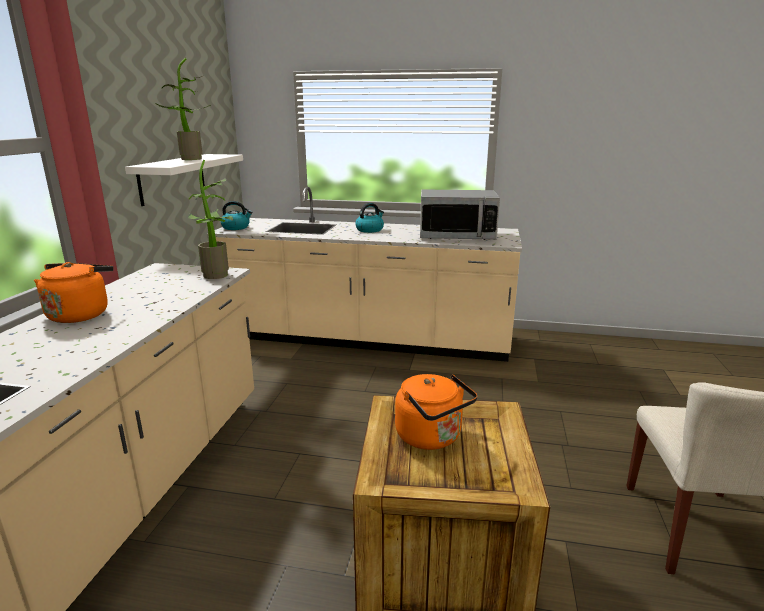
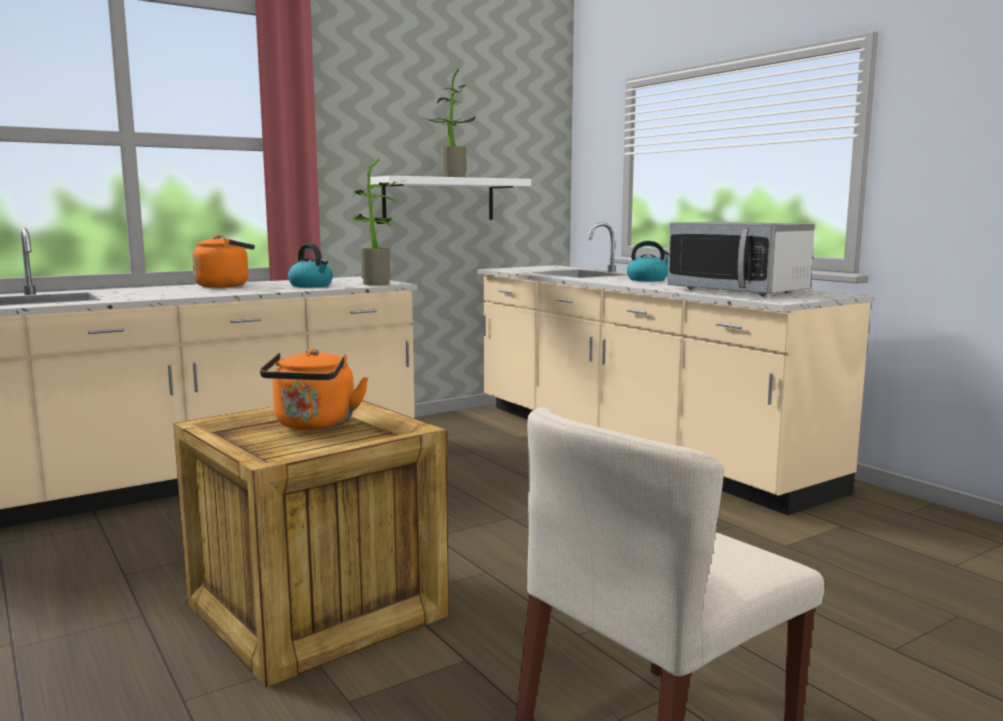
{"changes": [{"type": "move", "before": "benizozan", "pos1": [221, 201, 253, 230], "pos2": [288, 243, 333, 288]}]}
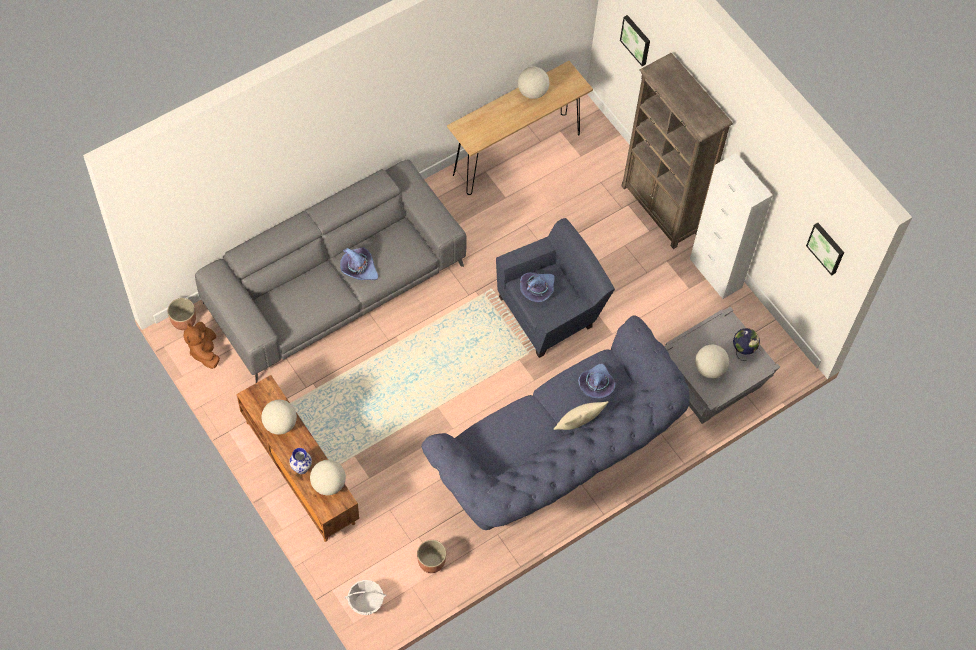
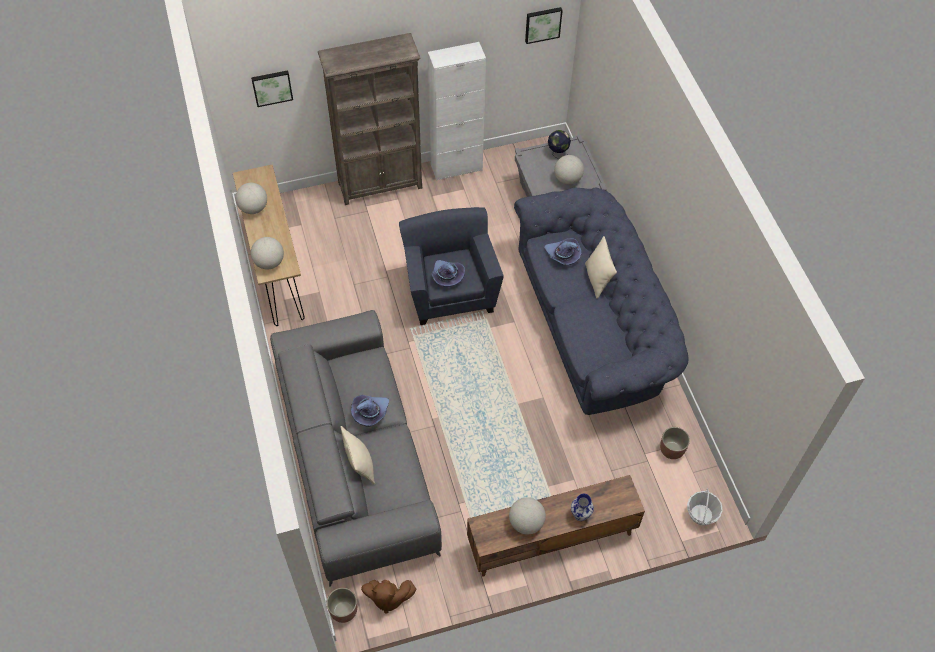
{"changes": [{"type": "move", "before": "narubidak", "pos1": [310, 460, 346, 495], "pos2": [251, 237, 284, 269]}, {"type": "insert", "after": "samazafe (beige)", "pos2": [341, 426, 375, 485]}]}
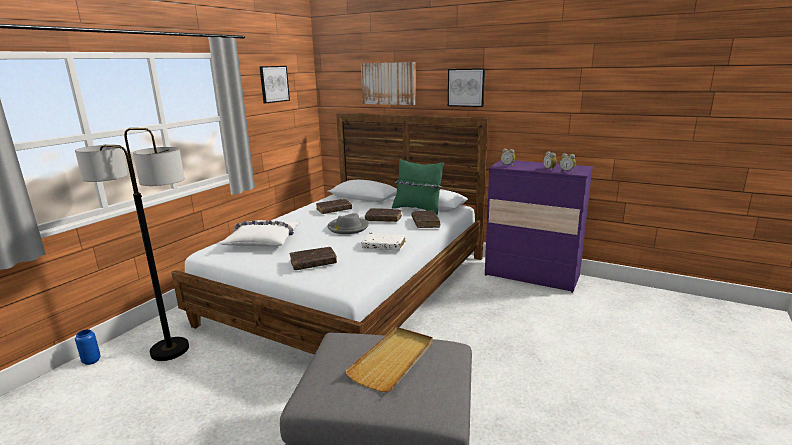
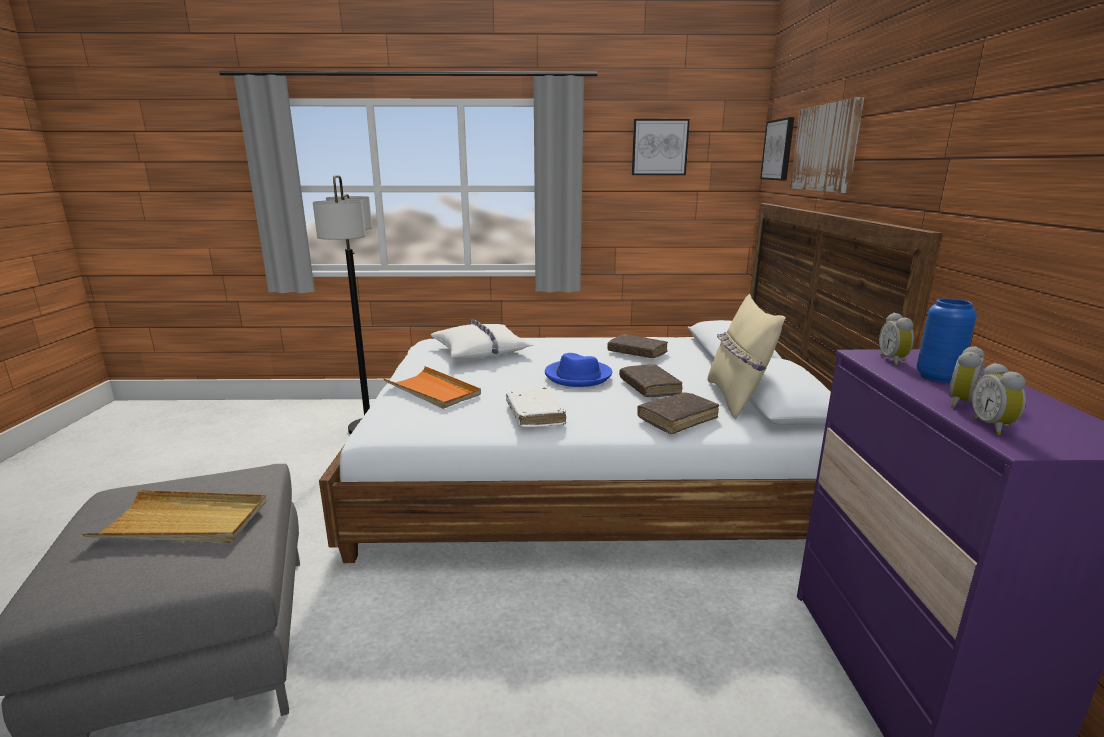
{"changes": [{"type": "move", "before": "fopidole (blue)", "pos1": [75, 329, 101, 365], "pos2": [917, 299, 977, 383]}, {"type": "replace", "before": "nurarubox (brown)", "after": "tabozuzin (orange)", "pos1": [289, 247, 337, 270], "pos2": [383, 366, 481, 409]}, {"type": "recolor", "before": "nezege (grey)", "after": "nezege (blue)", "pos1": [327, 213, 369, 234], "pos2": [545, 353, 612, 387]}, {"type": "recolor", "before": "samazafe (green)", "after": "samazafe (beige)", "pos1": [392, 159, 444, 215], "pos2": [708, 294, 786, 419]}, {"type": "move", "before": "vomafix", "pos1": [448, 68, 485, 107], "pos2": [760, 117, 794, 180]}]}
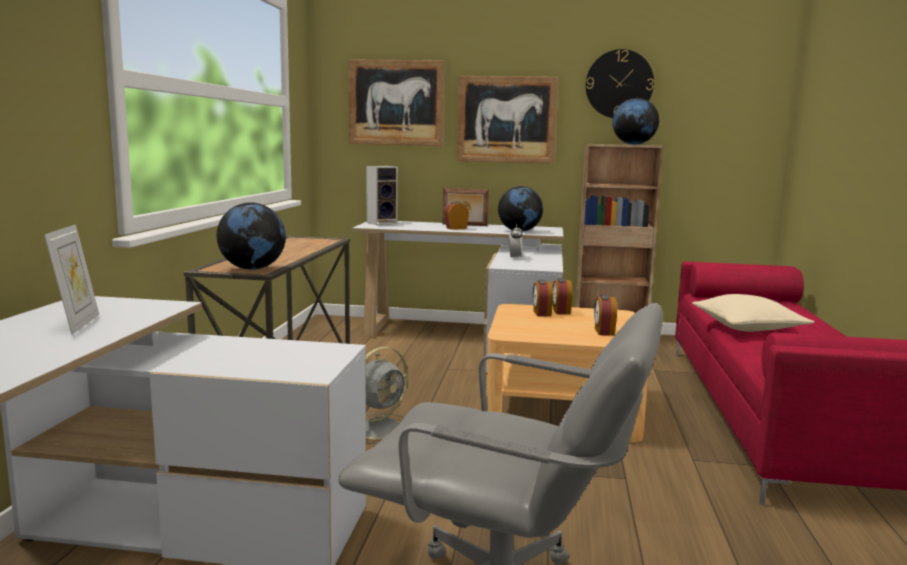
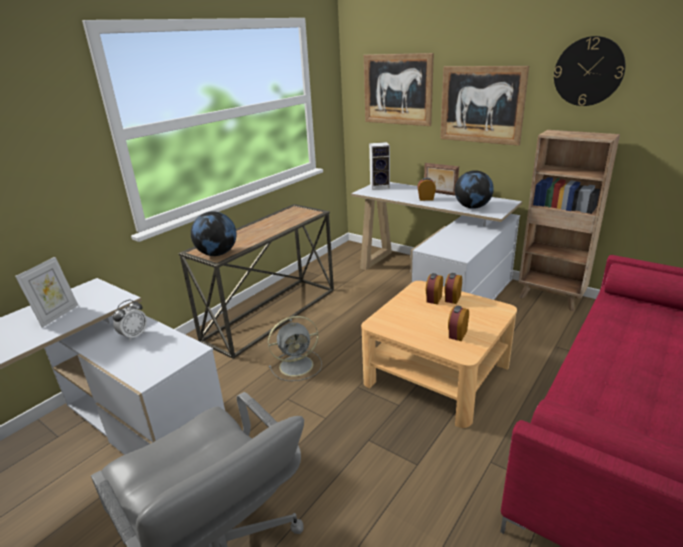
{"changes": [{"type": "move", "before": "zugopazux", "pos1": [509, 223, 523, 260], "pos2": [113, 300, 147, 341]}, {"type": "delete", "before": "narubidak", "pos1": [613, 98, 659, 145]}, {"type": "delete", "before": "samazafe (beige)", "pos1": [692, 294, 814, 331]}]}
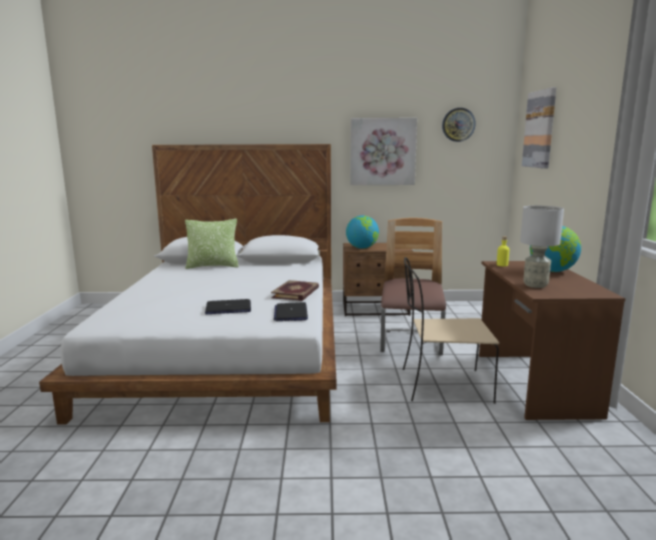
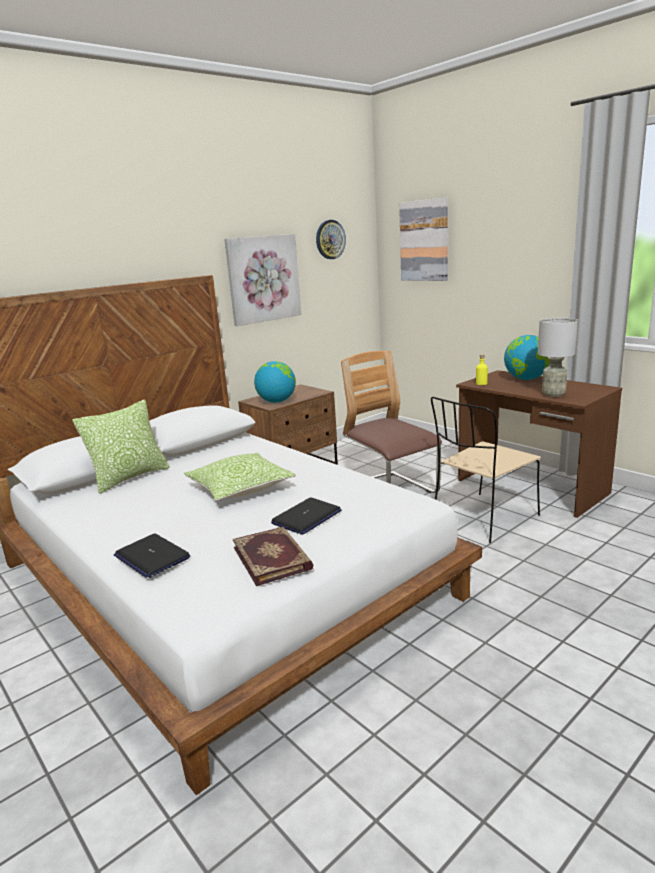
{"changes": [{"type": "move", "before": "nurarubox", "pos1": [271, 280, 319, 301], "pos2": [233, 527, 313, 586]}, {"type": "move", "before": "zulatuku", "pos1": [274, 302, 308, 321], "pos2": [114, 534, 190, 578]}, {"type": "insert", "after": "samazafe", "pos2": [184, 453, 296, 501]}]}
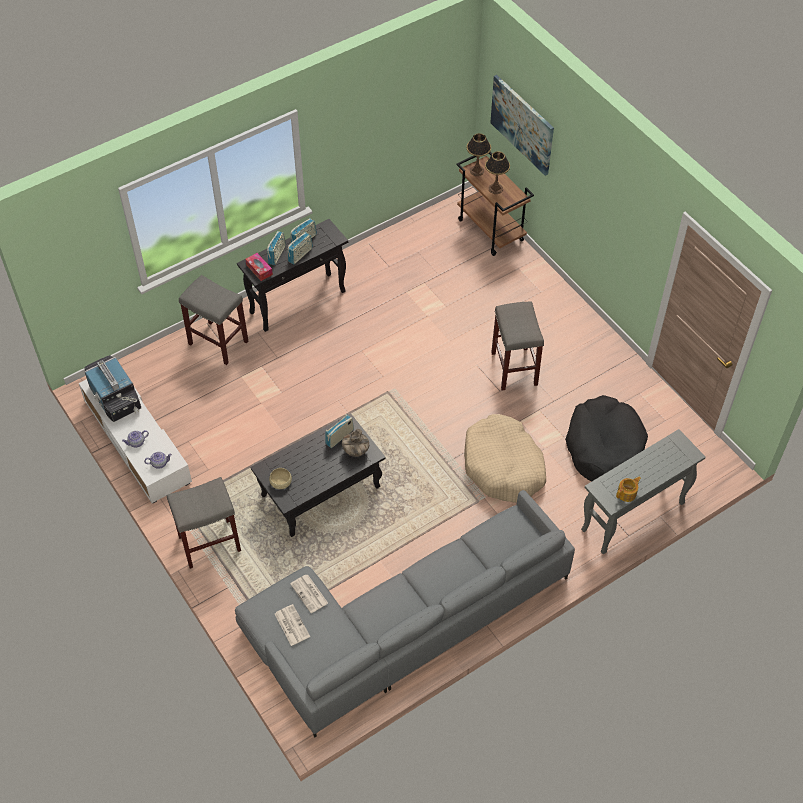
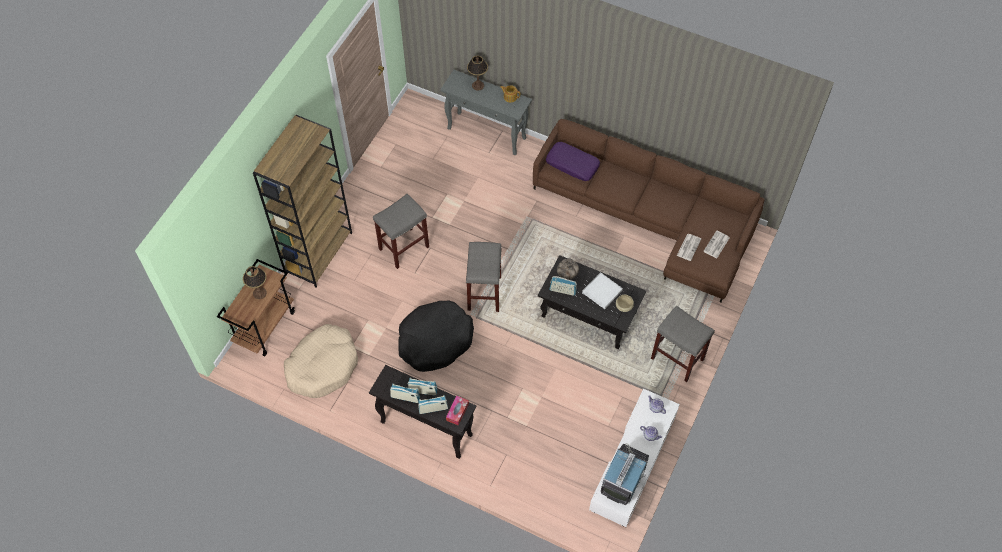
{"changes": [{"type": "move", "before": "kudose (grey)", "pos1": [179, 275, 248, 365], "pos2": [466, 242, 502, 312]}, {"type": "recolor", "before": "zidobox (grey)", "after": "zidobox (brown)", "pos1": [235, 490, 575, 738], "pos2": [533, 119, 765, 302]}, {"type": "move", "before": "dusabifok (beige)", "pos1": [464, 414, 546, 502], "pos2": [284, 324, 358, 398]}, {"type": "move", "before": "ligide", "pos1": [466, 133, 491, 176], "pos2": [467, 56, 488, 91]}, {"type": "delete", "before": "vomafix", "pos1": [490, 75, 554, 176]}, {"type": "move", "before": "dusabifok (black)", "pos1": [565, 395, 648, 482], "pos2": [398, 301, 474, 372]}, {"type": "insert", "after": "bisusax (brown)", "pos2": [253, 115, 352, 288]}, {"type": "insert", "after": "samazafe (purple)", "pos2": [546, 142, 600, 181]}, {"type": "insert", "after": "tabozuzin (white)", "pos2": [582, 272, 623, 309]}]}
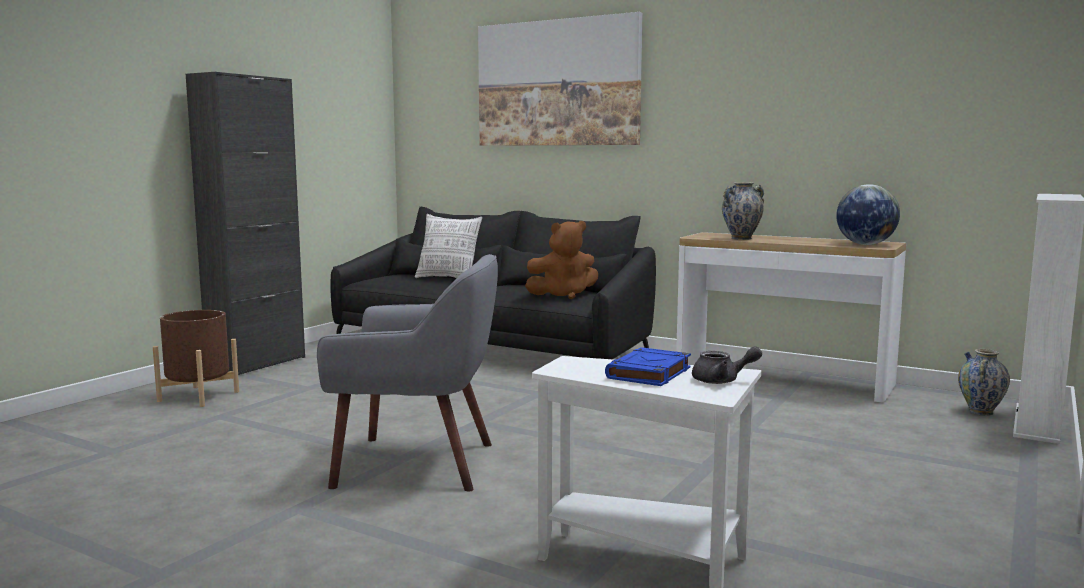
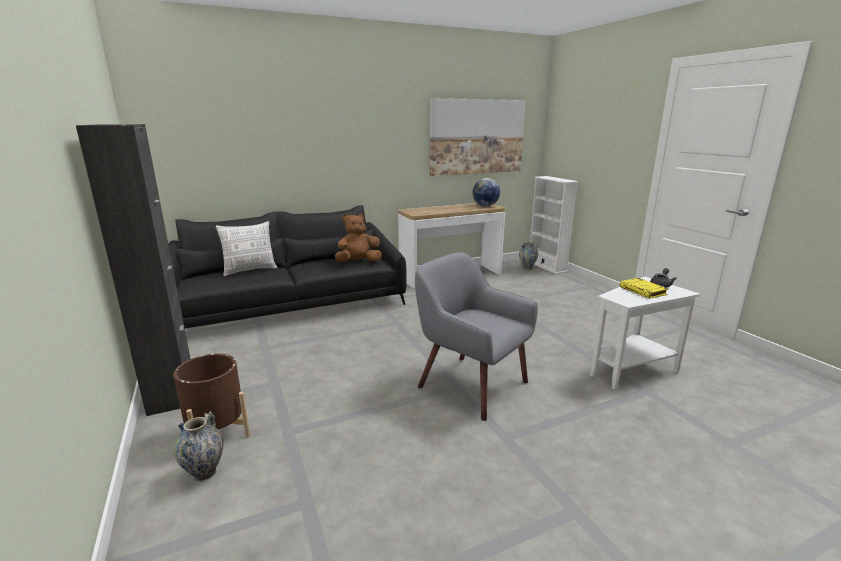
{"changes": [{"type": "rotate", "before": "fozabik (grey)", "pos1": [317, 254, 498, 491], "pos2": [415, 252, 538, 421], "turn": -90}, {"type": "move", "before": "vomafix", "pos1": [478, 12, 643, 146], "pos2": [430, 98, 526, 176]}, {"type": "rotate", "before": "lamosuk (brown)", "pos1": [525, 221, 598, 299], "pos2": [335, 214, 382, 262], "turn": -135}, {"type": "recolor", "before": "nurarubox (blue)", "after": "nurarubox (yellow)", "pos1": [605, 347, 691, 386], "pos2": [620, 278, 668, 299]}, {"type": "move", "before": "fopidole", "pos1": [722, 182, 764, 240], "pos2": [174, 411, 224, 482]}]}
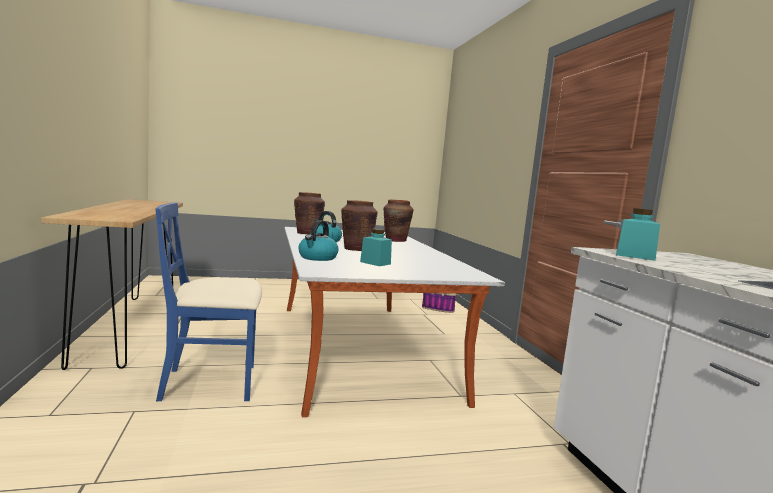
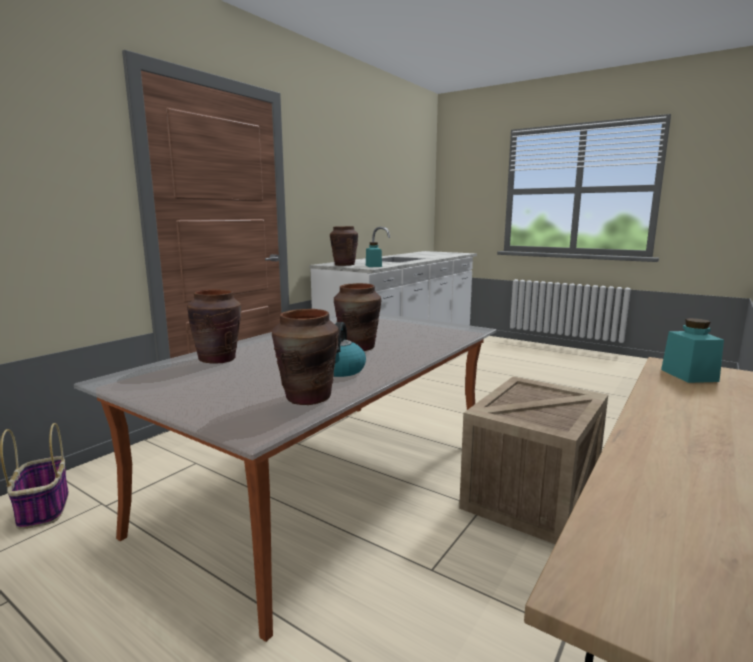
{"changes": [{"type": "replace", "before": "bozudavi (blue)", "after": "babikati", "pos1": [155, 202, 262, 401], "pos2": [459, 376, 608, 545]}, {"type": "delete", "before": "benizozan", "pos1": [298, 220, 339, 261]}, {"type": "move", "before": "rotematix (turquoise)", "pos1": [360, 229, 392, 266], "pos2": [661, 318, 724, 383]}, {"type": "insert", "after": "fopidole (brown)", "pos2": [330, 226, 358, 266]}]}
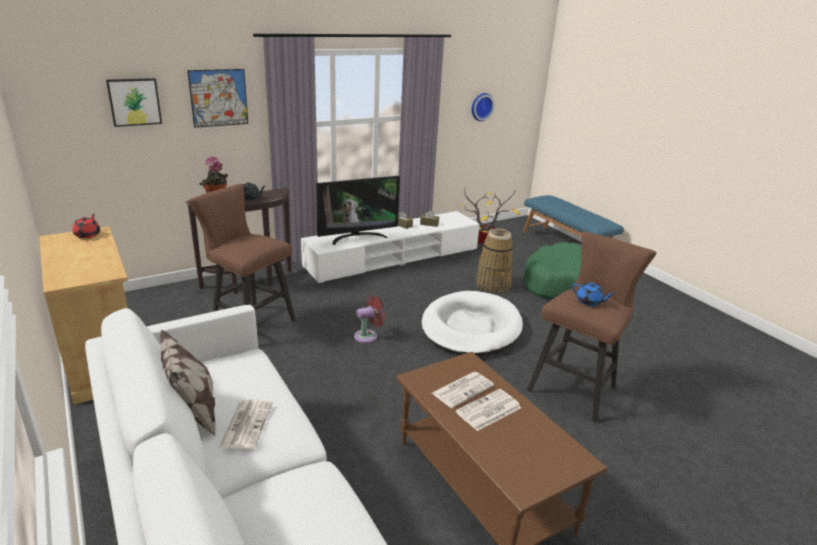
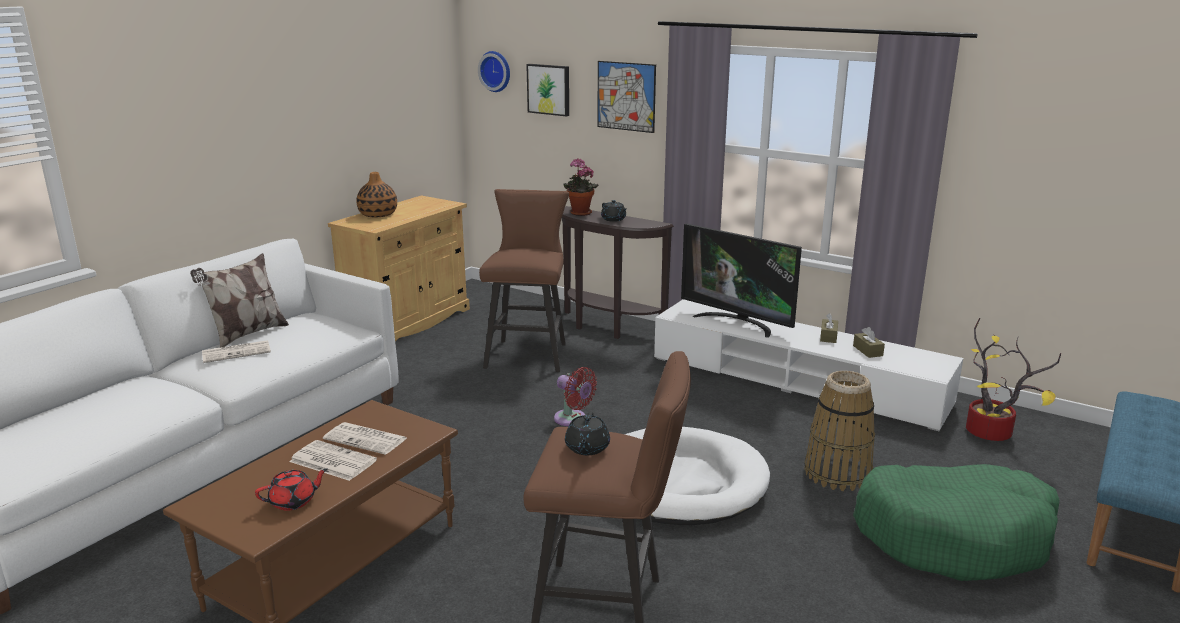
{"changes": [{"type": "move", "before": "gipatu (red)", "pos1": [73, 214, 100, 238], "pos2": [255, 469, 328, 511]}, {"type": "move", "before": "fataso", "pos1": [472, 93, 495, 121], "pos2": [478, 51, 510, 92]}, {"type": "recolor", "before": "gipatu (blue)", "after": "gipatu (black)", "pos1": [571, 282, 615, 306], "pos2": [565, 412, 610, 455]}, {"type": "insert", "after": "fopidole", "pos2": [356, 172, 397, 217]}]}
